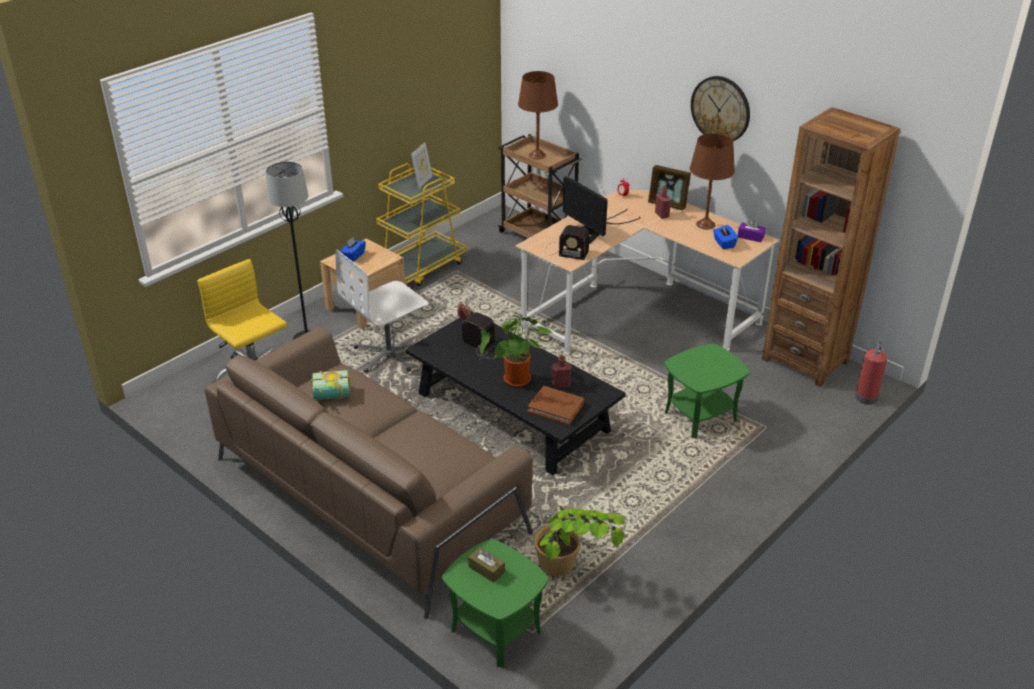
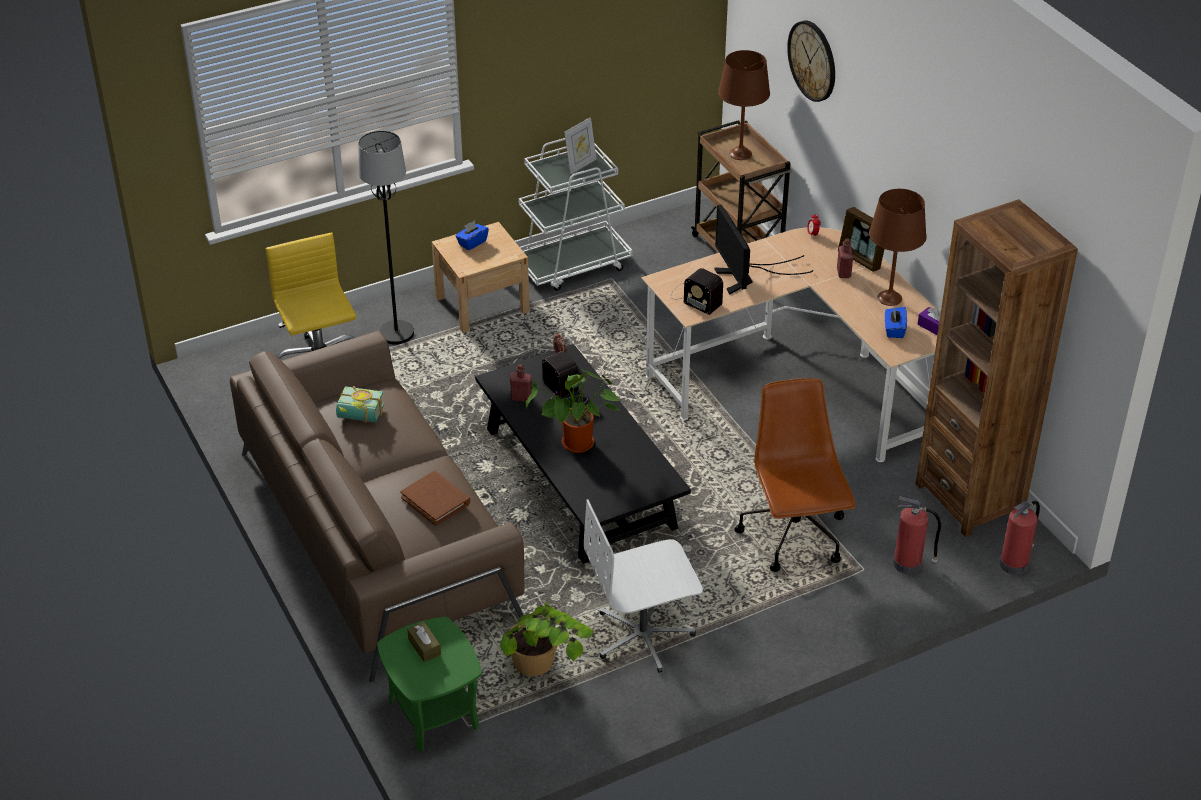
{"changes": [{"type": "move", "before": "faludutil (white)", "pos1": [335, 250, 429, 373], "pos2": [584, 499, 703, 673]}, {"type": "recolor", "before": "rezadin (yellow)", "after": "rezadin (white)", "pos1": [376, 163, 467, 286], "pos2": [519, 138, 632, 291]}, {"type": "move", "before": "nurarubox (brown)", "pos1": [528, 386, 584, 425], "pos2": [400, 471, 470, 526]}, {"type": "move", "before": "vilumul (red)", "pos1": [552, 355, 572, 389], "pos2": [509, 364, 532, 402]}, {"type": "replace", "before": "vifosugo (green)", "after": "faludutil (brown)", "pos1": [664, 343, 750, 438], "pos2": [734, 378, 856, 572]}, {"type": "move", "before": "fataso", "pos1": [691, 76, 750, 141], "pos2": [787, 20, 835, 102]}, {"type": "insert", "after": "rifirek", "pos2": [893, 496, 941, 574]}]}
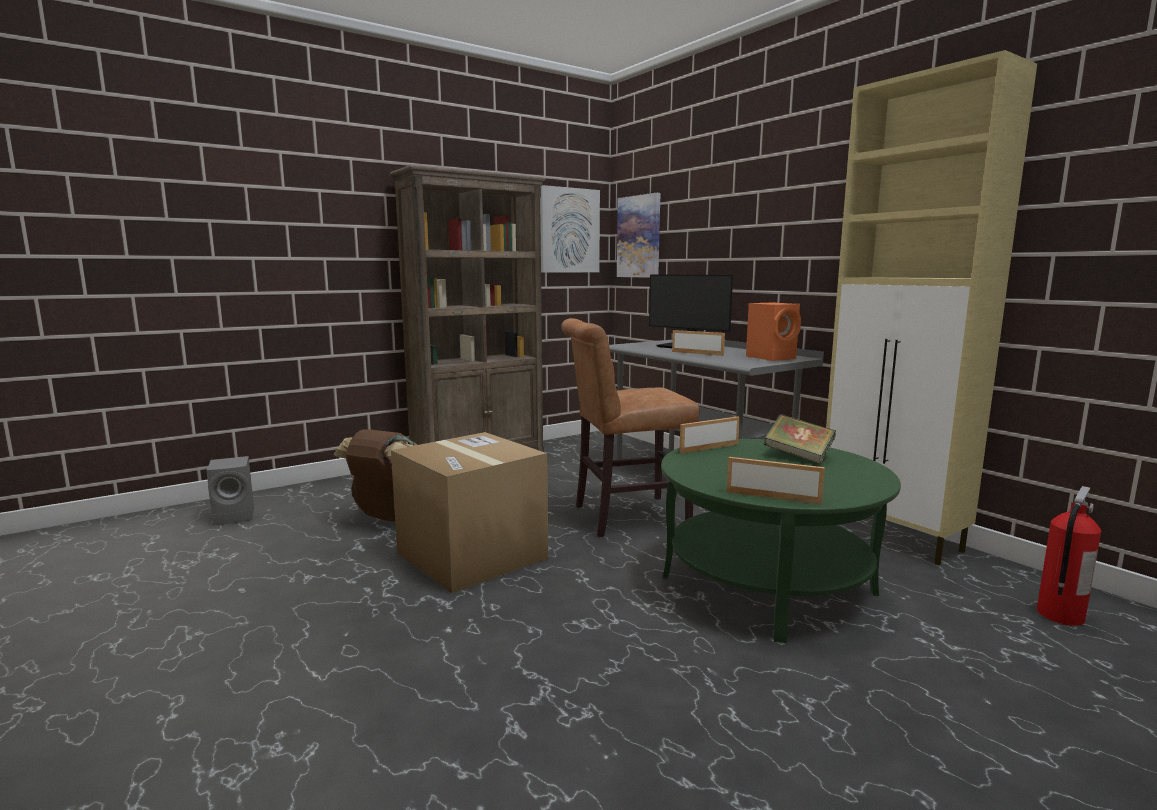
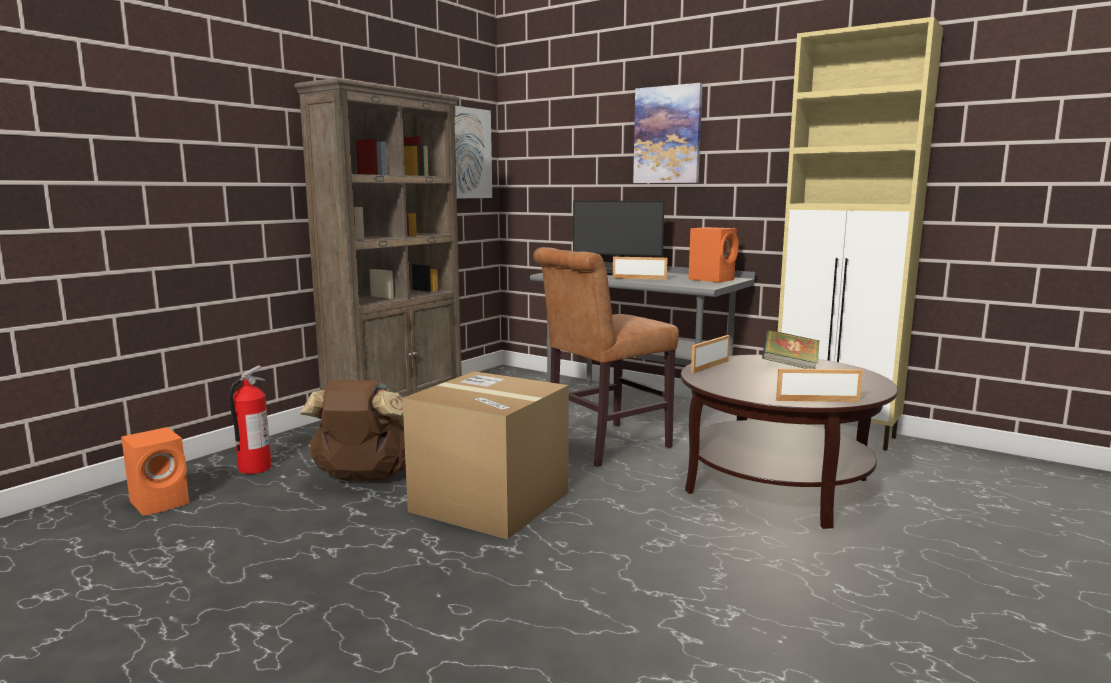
{"changes": [{"type": "recolor", "before": "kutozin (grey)", "after": "kutozin (orange)", "pos1": [206, 456, 254, 525], "pos2": [121, 427, 189, 516]}, {"type": "move", "before": "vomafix", "pos1": [617, 193, 660, 278], "pos2": [633, 83, 703, 183]}, {"type": "recolor", "before": "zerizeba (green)", "after": "zerizeba (brown)", "pos1": [661, 439, 901, 643], "pos2": [681, 355, 898, 529]}, {"type": "move", "before": "rifirek", "pos1": [1037, 486, 1101, 626], "pos2": [229, 365, 272, 474]}]}
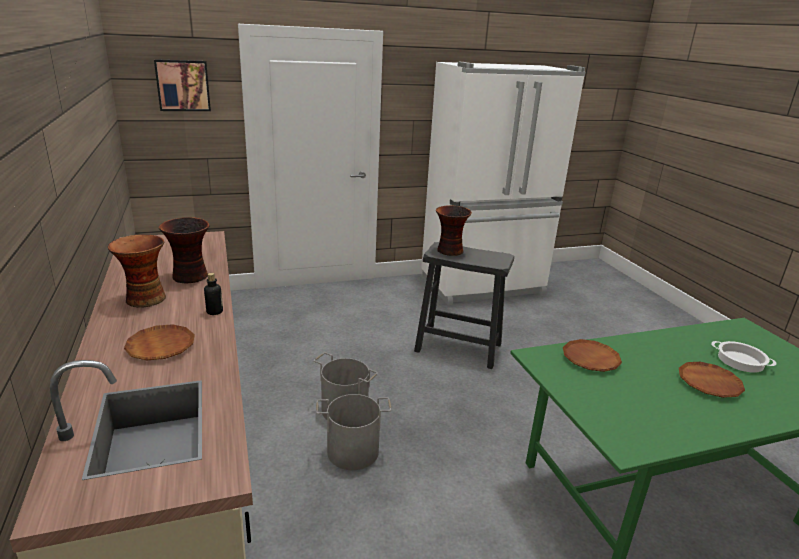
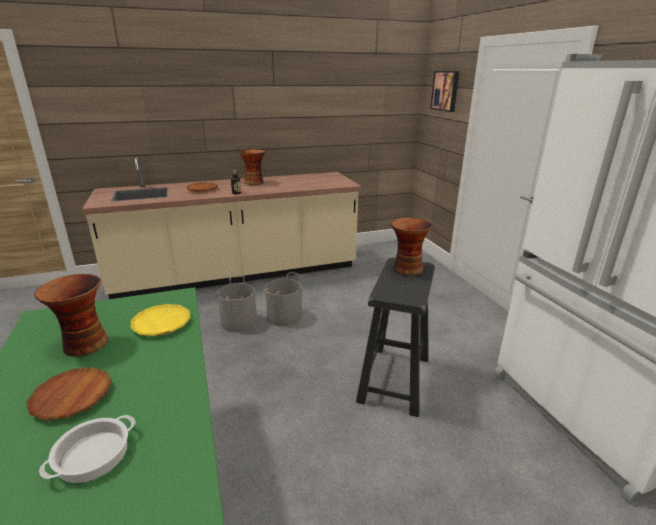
{"changes": [{"type": "move", "before": "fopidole", "pos1": [159, 217, 210, 283], "pos2": [34, 274, 108, 357]}, {"type": "recolor", "before": "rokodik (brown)", "after": "rokodik (yellow)", "pos1": [563, 339, 622, 372], "pos2": [130, 304, 191, 336]}]}
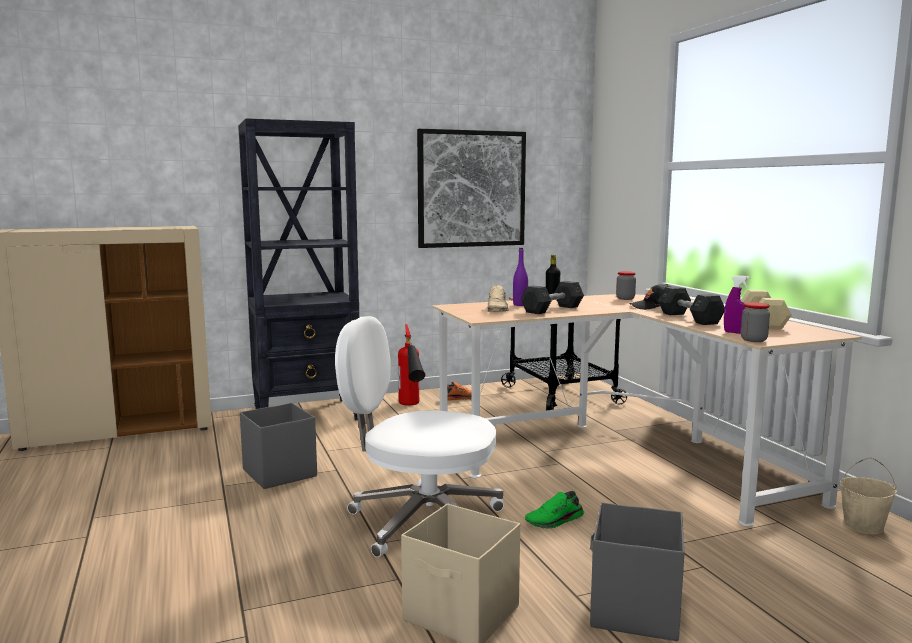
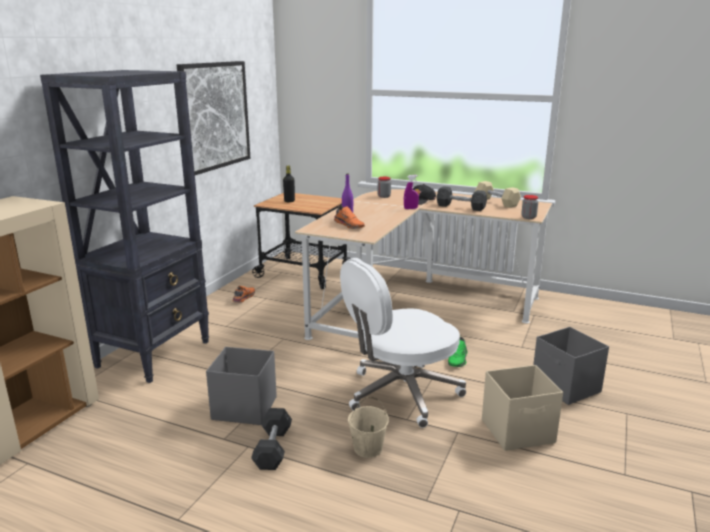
{"changes": [{"type": "delete", "before": "rifirek", "pos1": [398, 324, 425, 406]}, {"type": "recolor", "before": "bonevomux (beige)", "after": "bonevomux (orange)", "pos1": [487, 285, 509, 312], "pos2": [334, 206, 365, 229]}, {"type": "move", "before": "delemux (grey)", "pos1": [521, 281, 584, 314], "pos2": [251, 408, 292, 470]}, {"type": "move", "before": "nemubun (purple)", "pos1": [724, 275, 750, 334], "pos2": [404, 175, 419, 209]}, {"type": "move", "before": "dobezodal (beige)", "pos1": [840, 457, 897, 535], "pos2": [348, 397, 389, 458]}]}
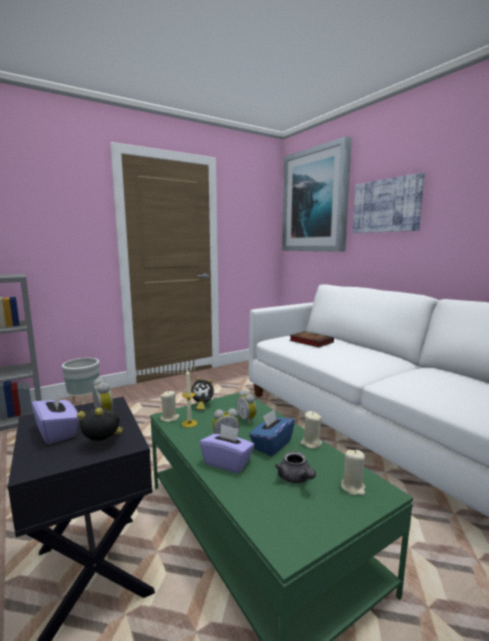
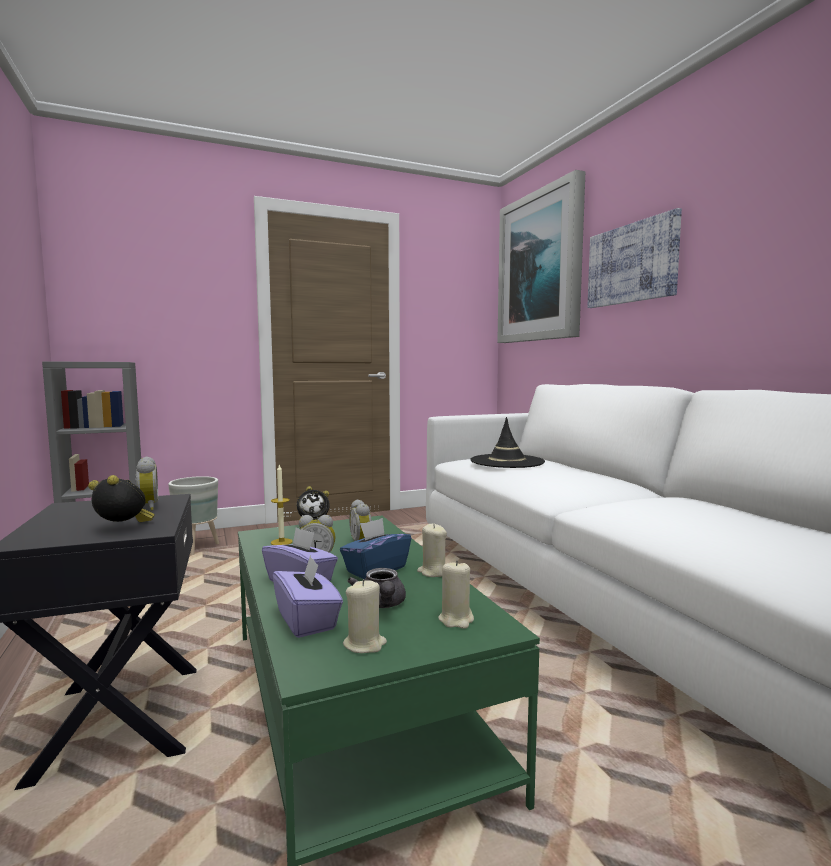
{"changes": [{"type": "move", "before": "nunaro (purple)", "pos1": [32, 390, 79, 444], "pos2": [273, 555, 343, 638]}, {"type": "move", "before": "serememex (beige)", "pos1": [160, 391, 180, 422], "pos2": [343, 579, 387, 653]}, {"type": "replace", "before": "nurarubox", "after": "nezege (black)", "pos1": [289, 331, 334, 348], "pos2": [470, 417, 545, 468]}]}
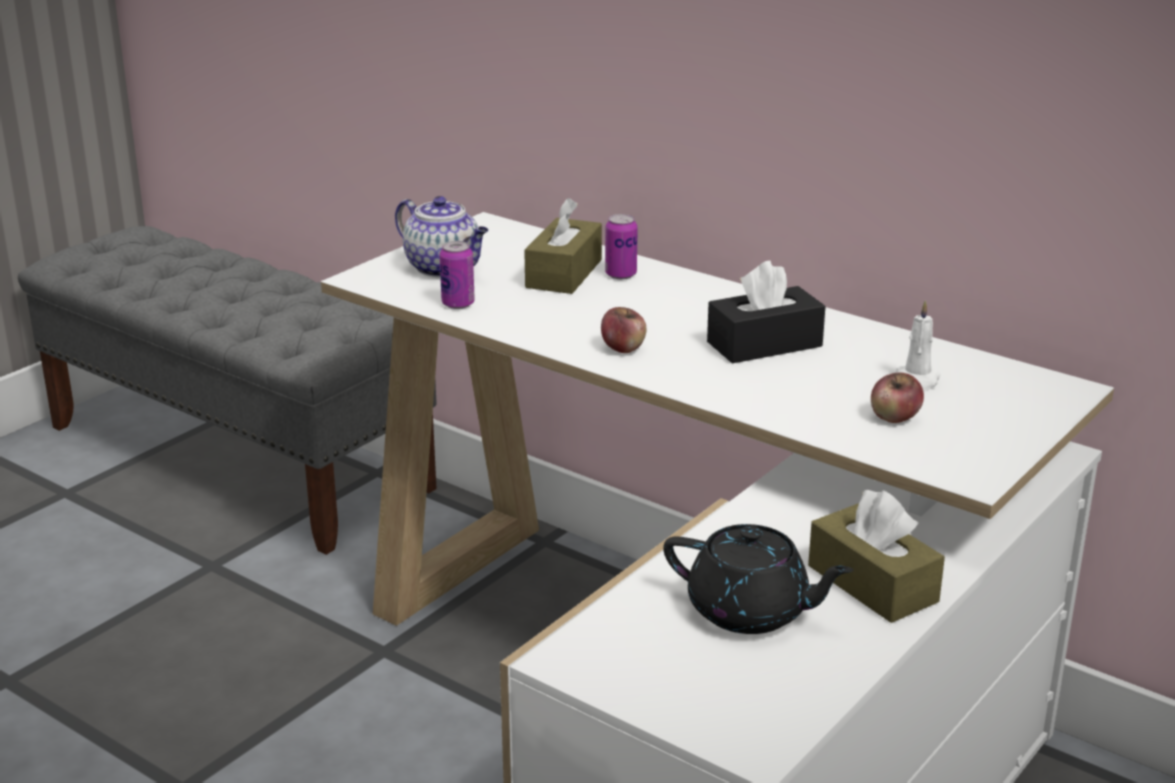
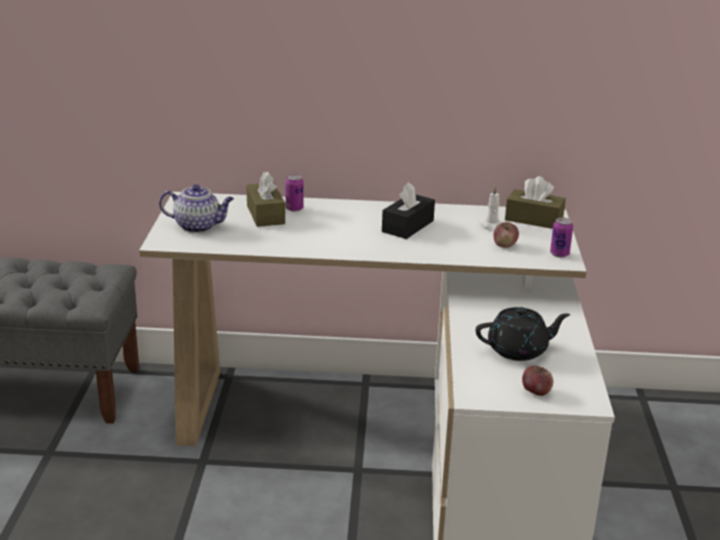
{"changes": [{"type": "move", "before": "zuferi", "pos1": [439, 241, 475, 309], "pos2": [550, 218, 573, 258]}, {"type": "move", "before": "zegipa", "pos1": [601, 307, 646, 353], "pos2": [522, 366, 553, 396]}, {"type": "move", "before": "nunaro (brown)", "pos1": [808, 490, 945, 623], "pos2": [505, 176, 566, 229]}]}
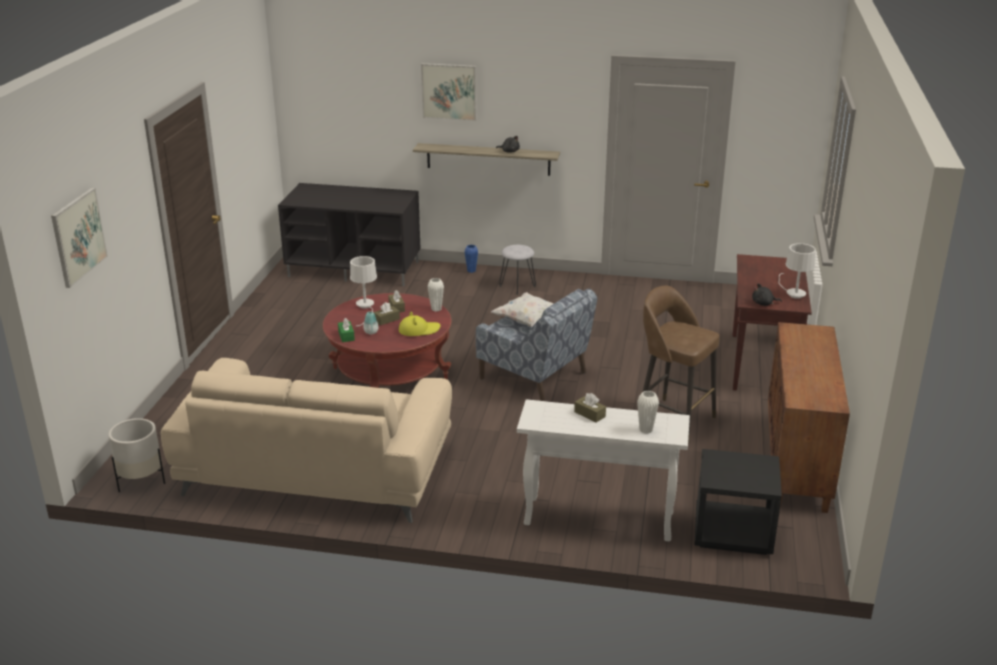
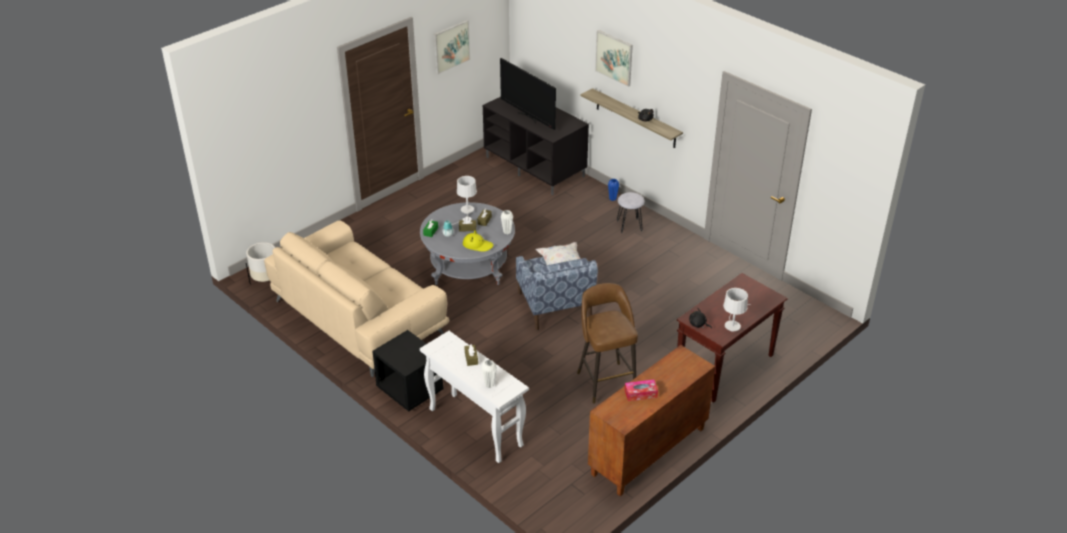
{"changes": [{"type": "move", "before": "vomafix", "pos1": [51, 188, 108, 288], "pos2": [434, 20, 470, 74]}, {"type": "recolor", "before": "zerizeba (red)", "after": "zerizeba (grey)", "pos1": [323, 293, 452, 388], "pos2": [420, 202, 515, 285]}, {"type": "move", "before": "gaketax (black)", "pos1": [694, 449, 782, 555], "pos2": [372, 330, 444, 411]}, {"type": "insert", "after": "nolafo", "pos2": [500, 58, 556, 130]}, {"type": "insert", "after": "nunaro", "pos2": [625, 379, 658, 401]}]}
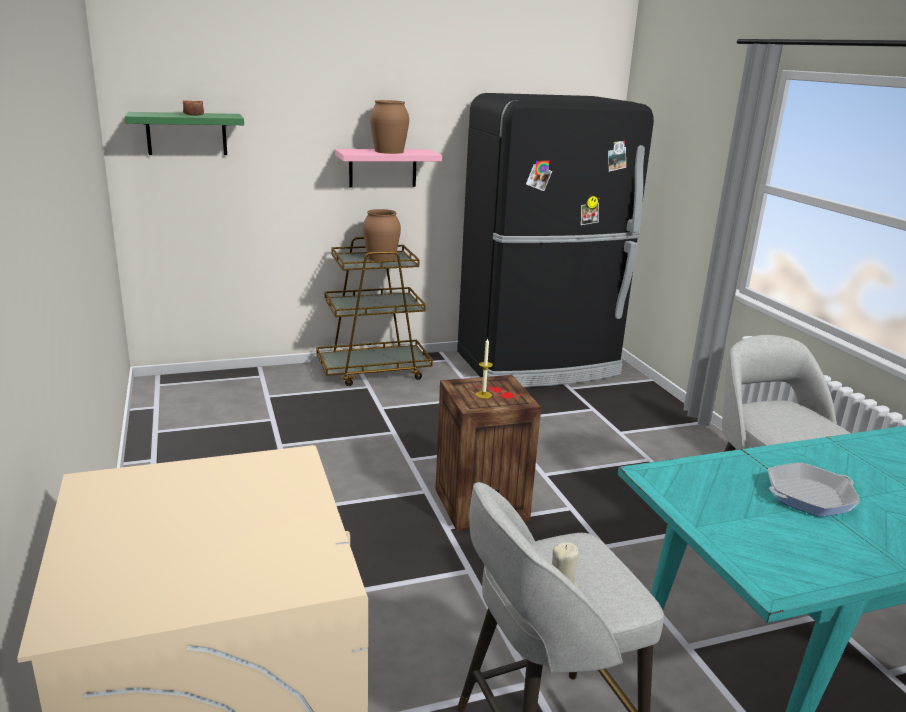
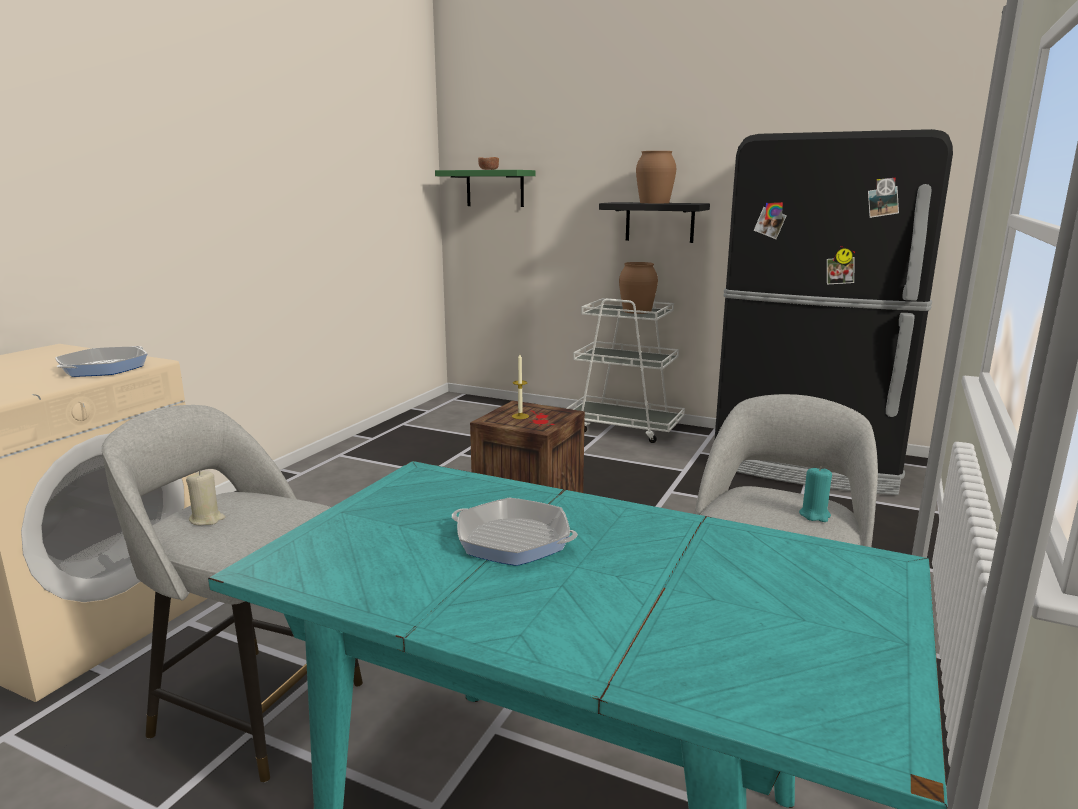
{"changes": [{"type": "recolor", "before": "rezadin (brown)", "after": "rezadin (white)", "pos1": [316, 237, 433, 386], "pos2": [566, 298, 685, 443]}, {"type": "recolor", "before": "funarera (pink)", "after": "funarera (black)", "pos1": [335, 149, 442, 187], "pos2": [599, 202, 710, 243]}, {"type": "insert", "after": "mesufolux", "pos2": [55, 346, 147, 377]}, {"type": "insert", "after": "serememex (turquoise)", "pos2": [799, 466, 832, 522]}]}
